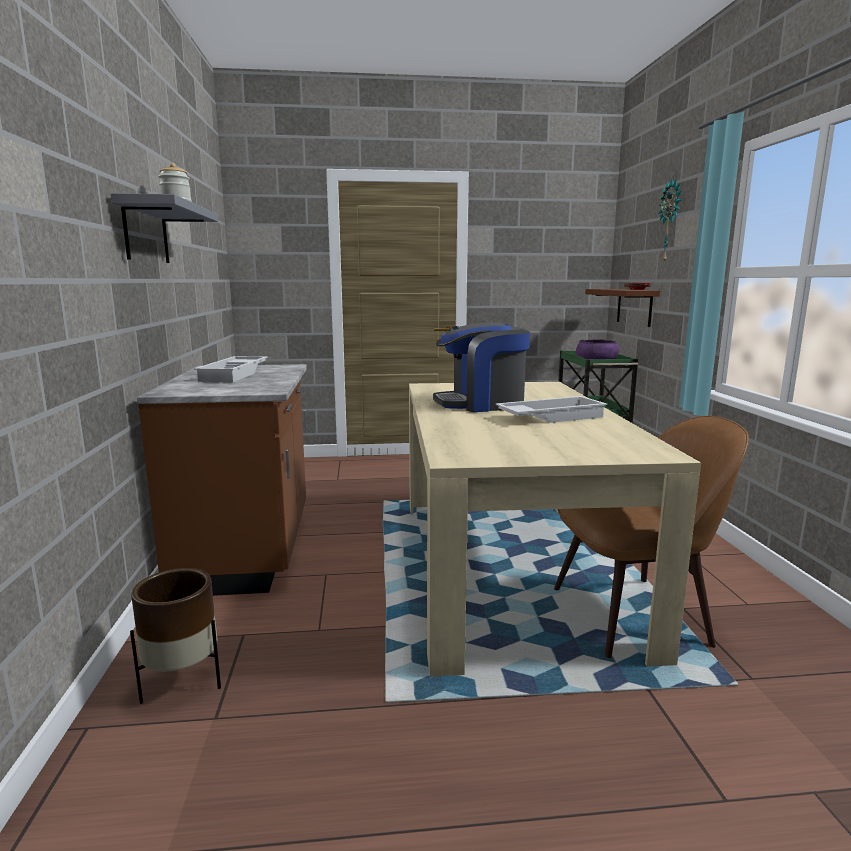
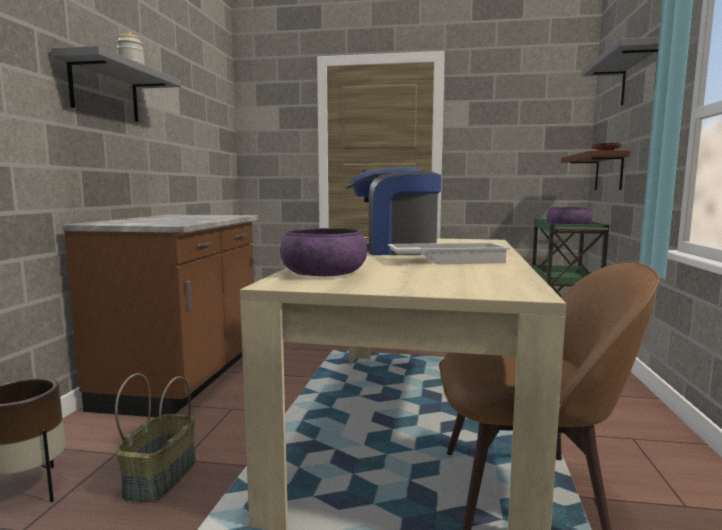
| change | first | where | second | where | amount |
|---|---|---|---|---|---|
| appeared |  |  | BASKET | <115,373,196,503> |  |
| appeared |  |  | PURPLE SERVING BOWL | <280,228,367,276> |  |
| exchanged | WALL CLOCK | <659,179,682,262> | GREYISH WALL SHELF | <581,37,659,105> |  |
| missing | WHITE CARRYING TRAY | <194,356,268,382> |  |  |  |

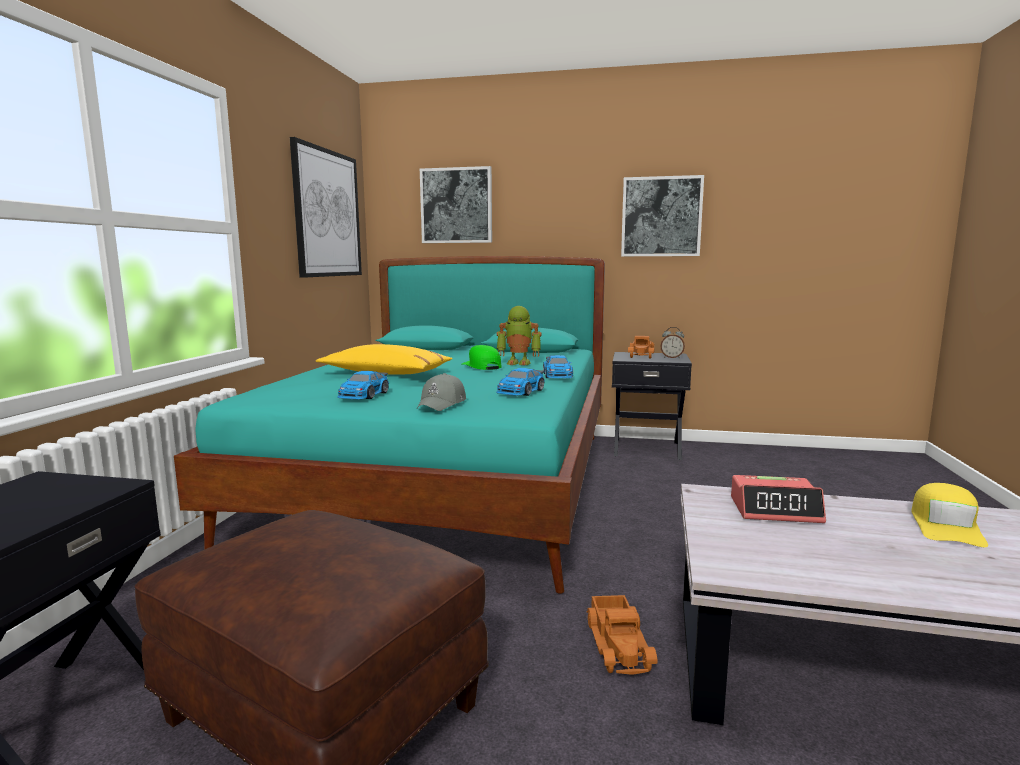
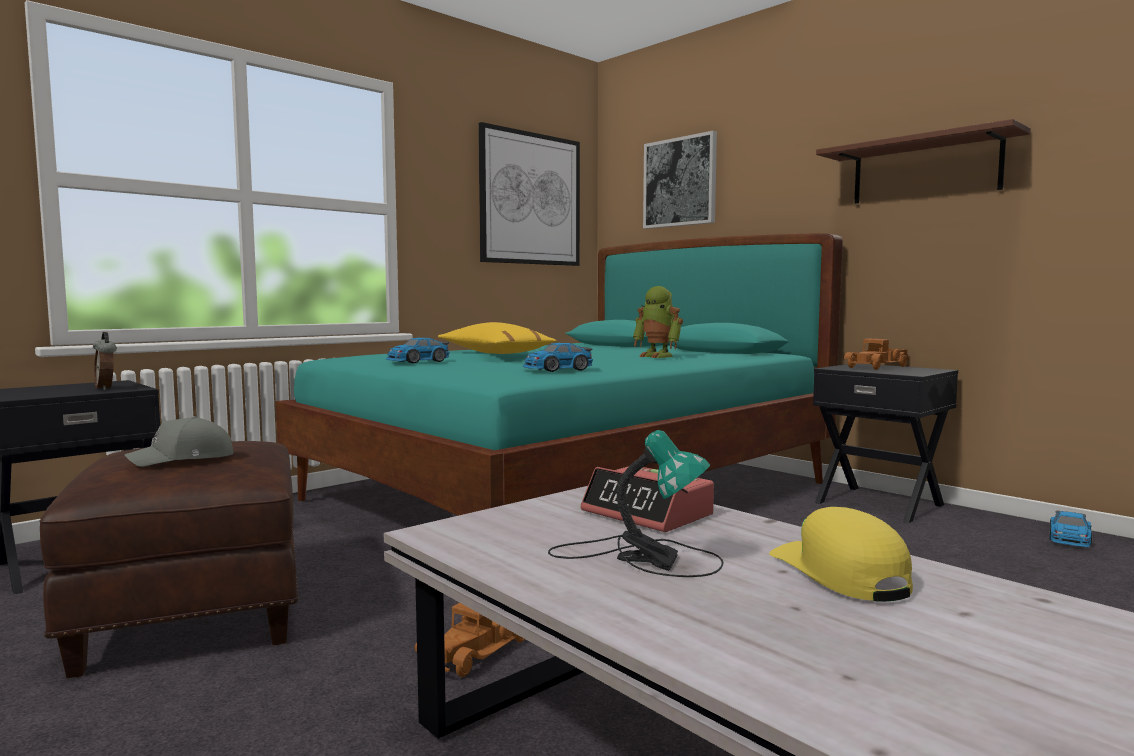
| change | first | where | second | where | amount |
|---|---|---|---|---|---|
| relocated | TABLE CLOCK | <661,327,685,358> |  | <93,332,117,390> |  |
| relocated | GREYISH BASEBALL CAP | <417,373,466,411> |  | <124,416,233,467> |  |
| appeared |  |  | TABLETOP LAMP | <548,430,723,577> |  |
| spun | YELLOW-COLOURED BASEBALL CAP | <912,483,988,547> |  | <769,507,913,601> | 105 degrees clockwise |
| exchanged | WALL PICTURE | <621,175,704,256> | BROWN WALL SHELF | <816,119,1031,204> |  |
| relocated | MODEL CAR | <543,355,573,378> |  | <1049,511,1092,547> |  |
| missing | GREEN-COLOURED BASEBALL CAP | <462,345,501,370> |  |  |  |

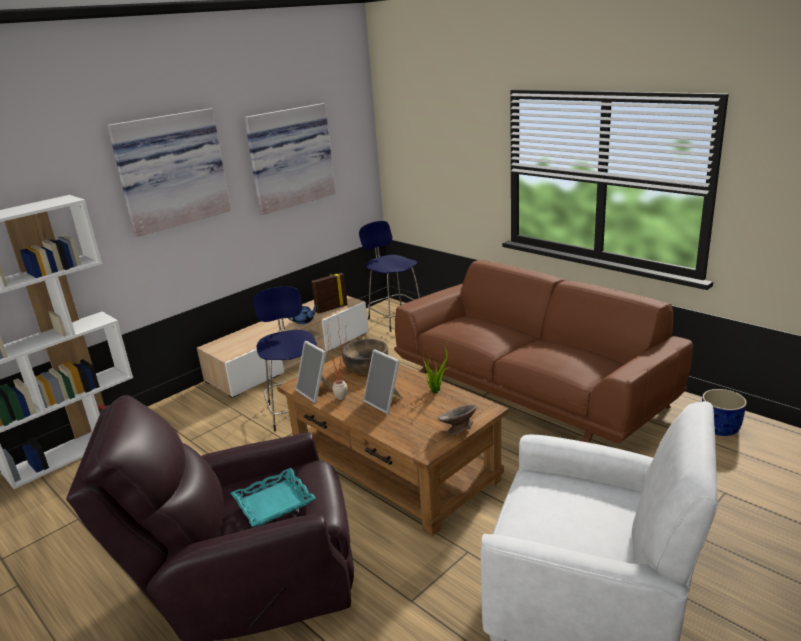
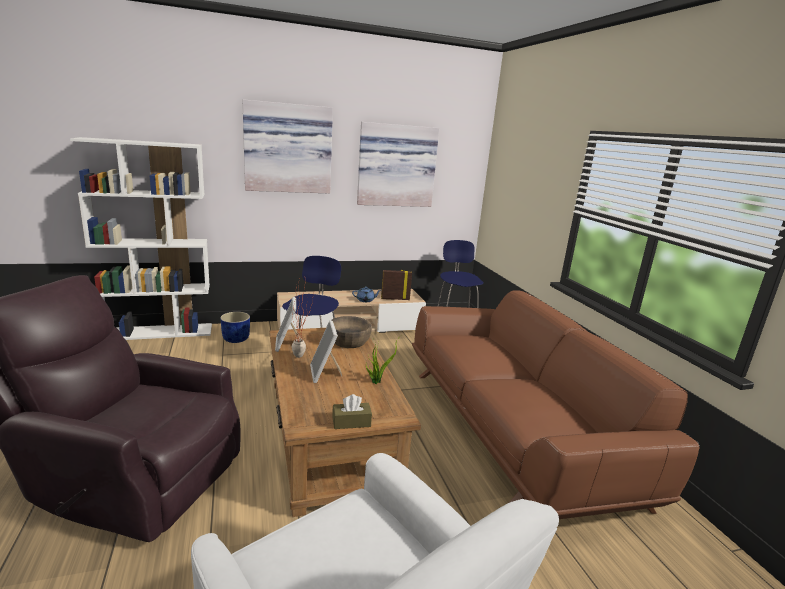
| change | first | where | second | where | amount |
|---|---|---|---|---|---|
| relocated | BLUE PLANTER | <702,389,747,436> |  | <220,312,250,343> |  |
| exchanged | GREYISH SERVING BOWL | <438,405,477,435> | BROWN TISSUE BOX | <332,394,372,429> |  |
| missing | BLUE-GREEN CARRYING TRAY | <231,468,316,527> |  |  |  |

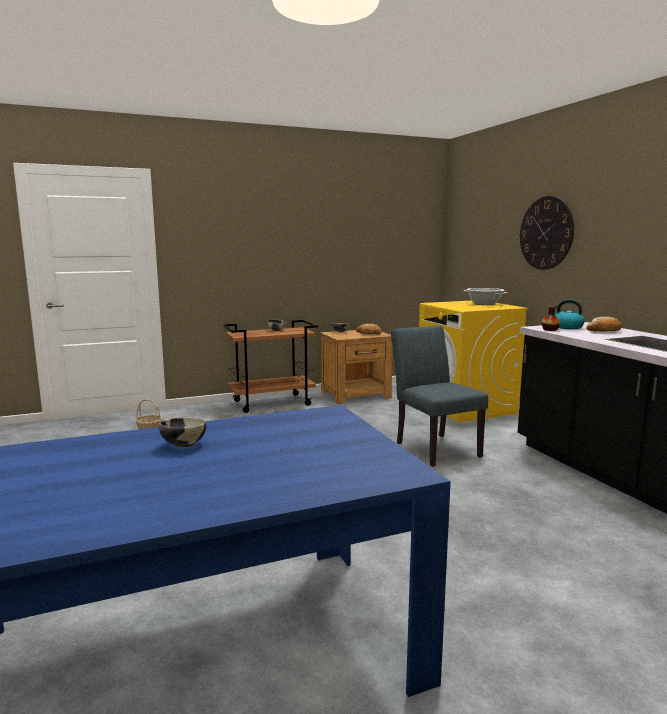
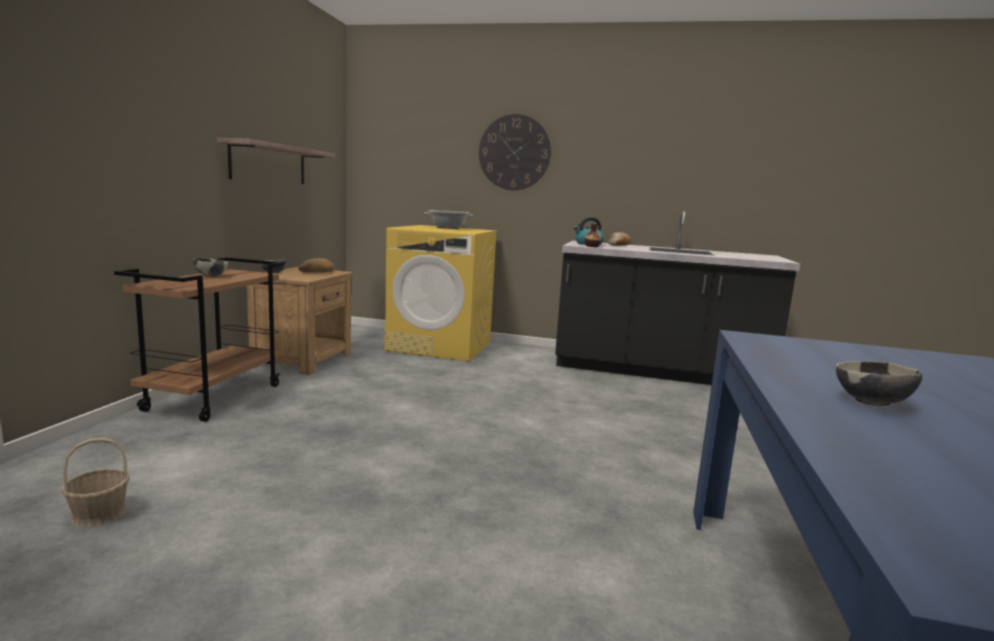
| change | first | where | second | where | amount |
|---|---|---|---|---|---|
| appeared |  |  | WALL SHELF | <217,138,335,184> |  |
| missing | GREYISH CHAIR | <391,325,488,467> |  |  |  |

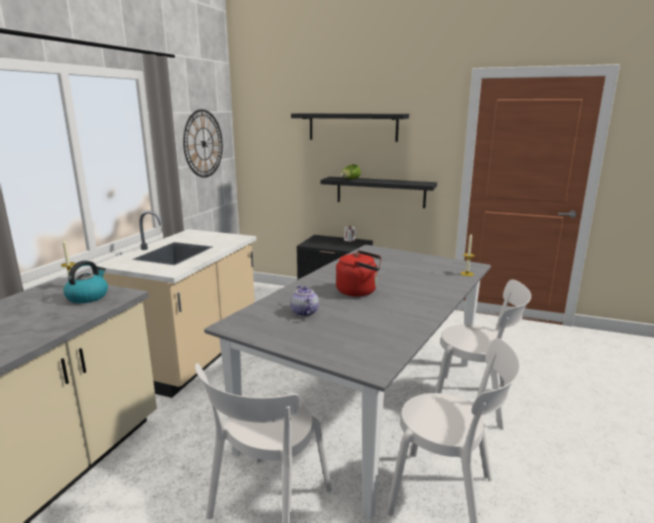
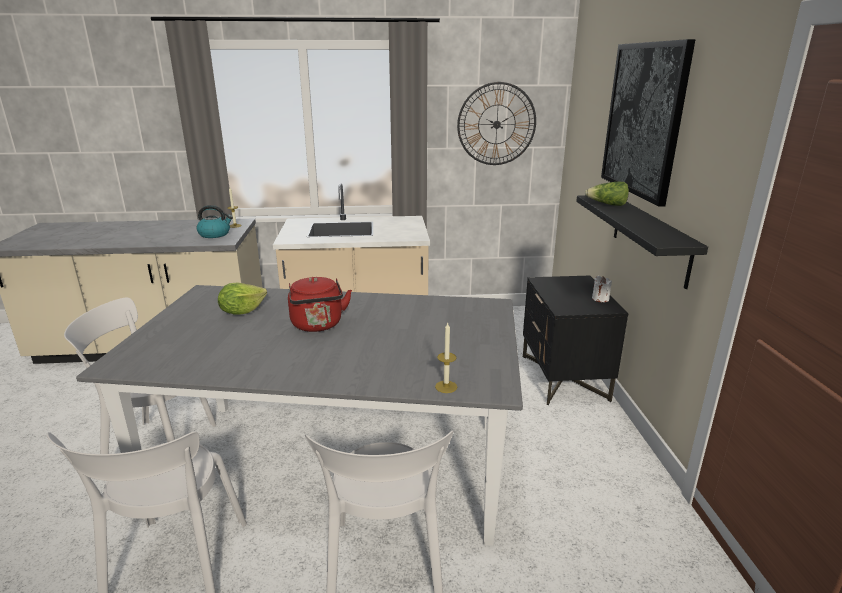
| change | first | where | second | where | amount |
|---|---|---|---|---|---|
| exchanged | TEA POT | <291,285,319,317> | HEAD OF LETTUCE | <218,283,267,314> |  |
| exchanged | BLACK-COLOURED WALL SHELF | <291,113,409,142> | WALL PICTURE | <601,39,695,207> |  |

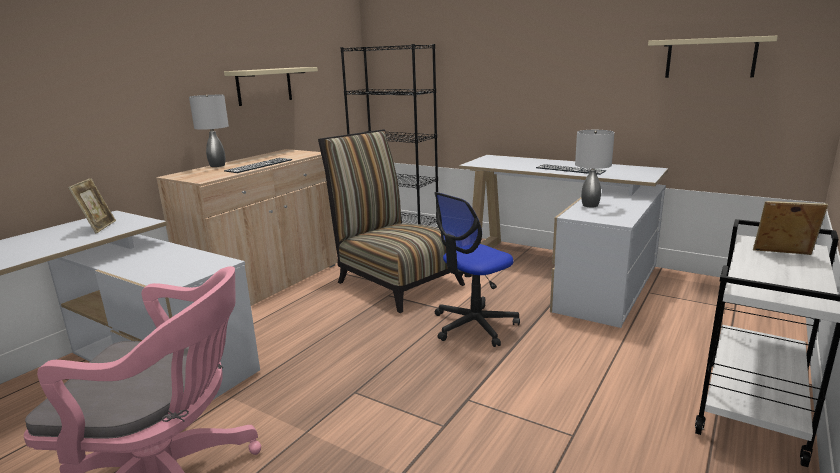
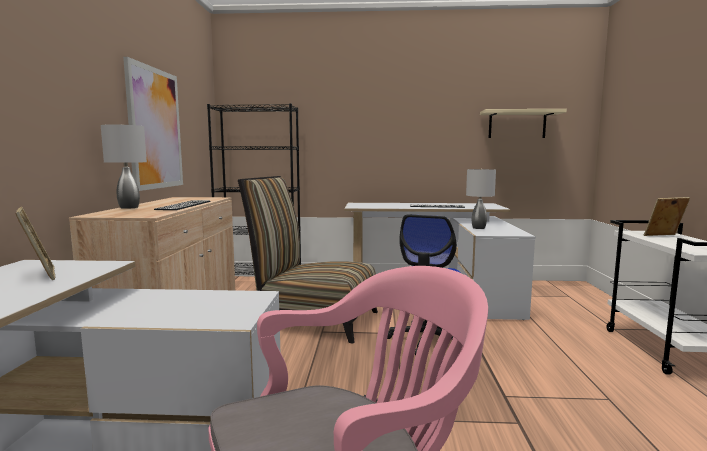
| change | first | where | second | where | amount |
|---|---|---|---|---|---|
| exchanged | SAND-COLOURED WALL SHELF | <224,67,318,106> | WALL PICTURE | <123,57,183,191> |  |

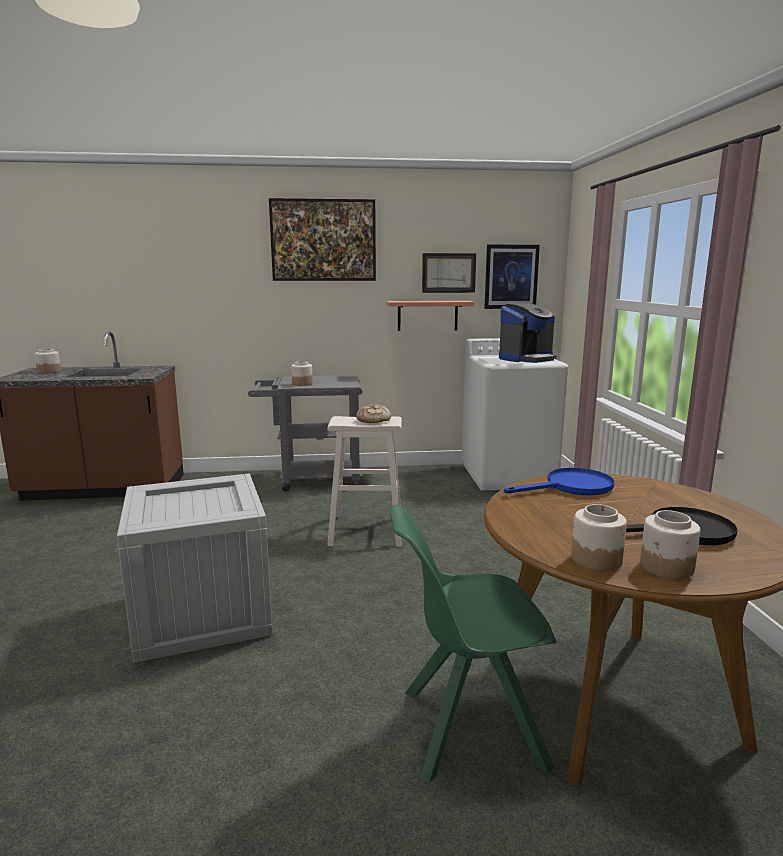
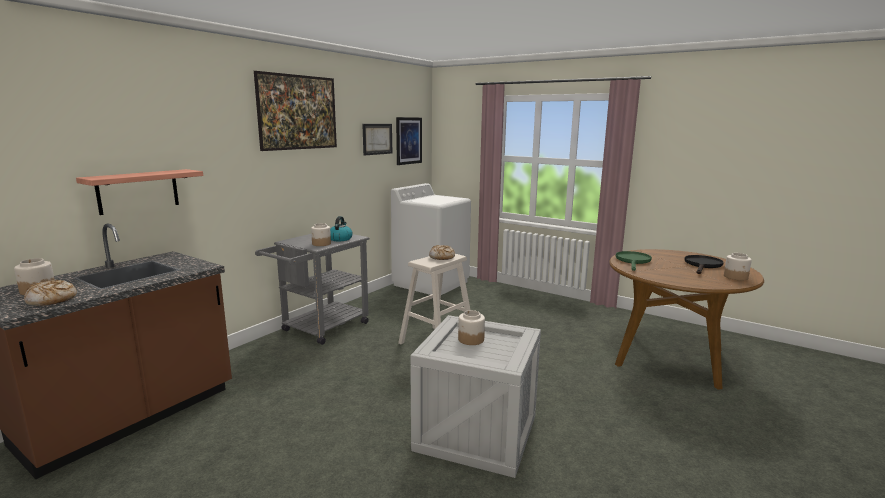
| change | first | where | second | where | amount |
|---|---|---|---|---|---|
| appeared |  |  | BAKED BREAD | <24,280,77,306> |  |
| relocated | WALL SHELF | <387,301,475,331> |  | <76,169,203,215> |  |
| appeared |  |  | TEA KETTLE | <330,216,353,241> |  |
| relocated | PRESERVE JAR | <571,504,627,571> |  | <458,310,485,345> |  |
| colour | BLUE FRYING PAN | <504,468,614,495> | GREEN-COLOURED FRYING PAN | <616,251,652,271> |  |
| missing | GREEN-COLOURED CHAIR | <390,504,556,783> |  |  |  |
| missing | COFFEE MACHINE | <499,303,557,363> |  |  |  |

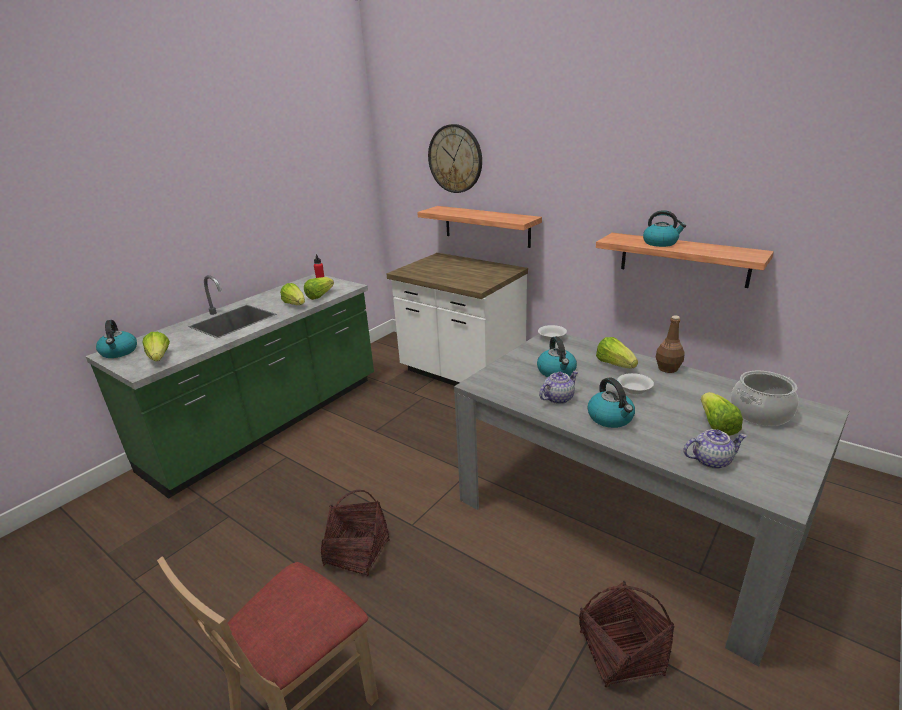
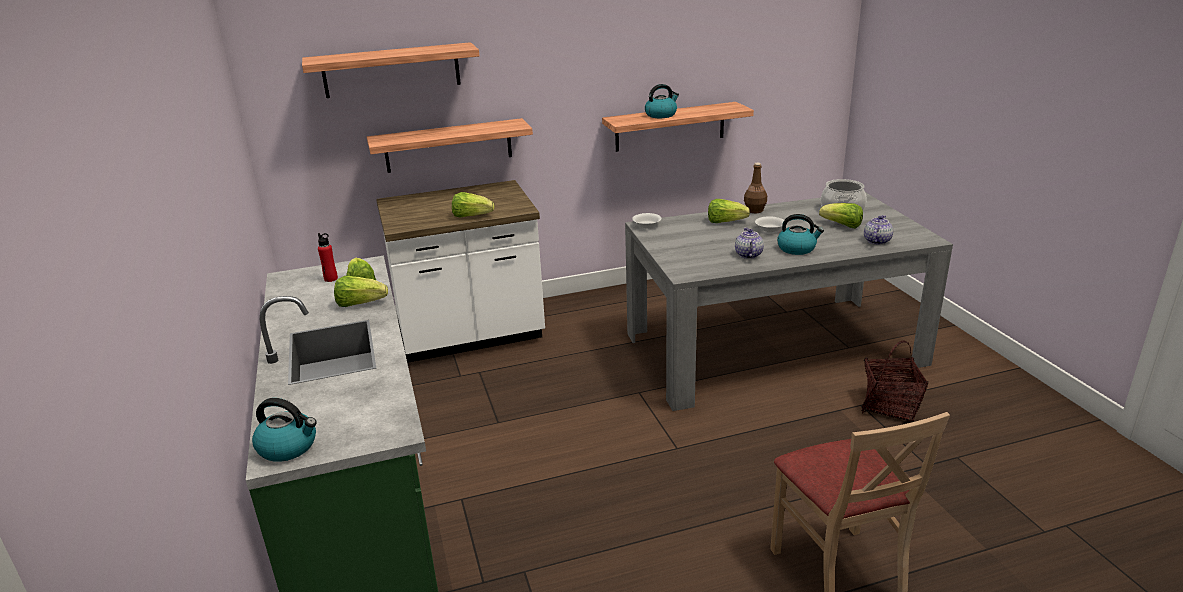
| change | first | where | second | where | amount |
|---|---|---|---|---|---|
| exchanged | WALL CLOCK | <428,124,482,193> | WALL SHELF | <302,42,479,98> |  |
| relocated | HEAD OF LETTUCE | <143,332,170,361> |  | <452,192,494,217> |  |
| missing | BASKET | <321,490,390,576> |  |  |  |
| missing | TEA KETTLE | <537,336,577,377> |  |  |  |

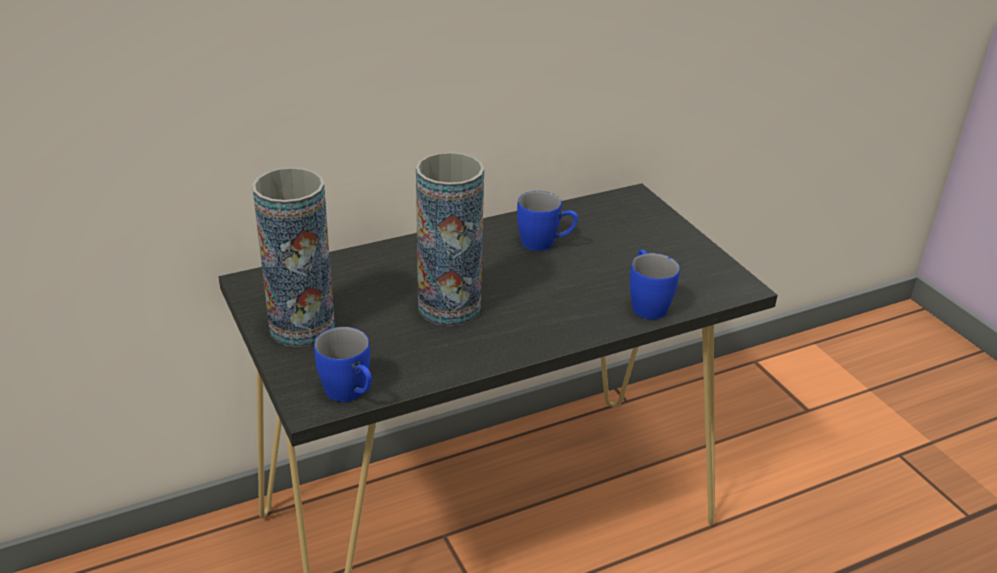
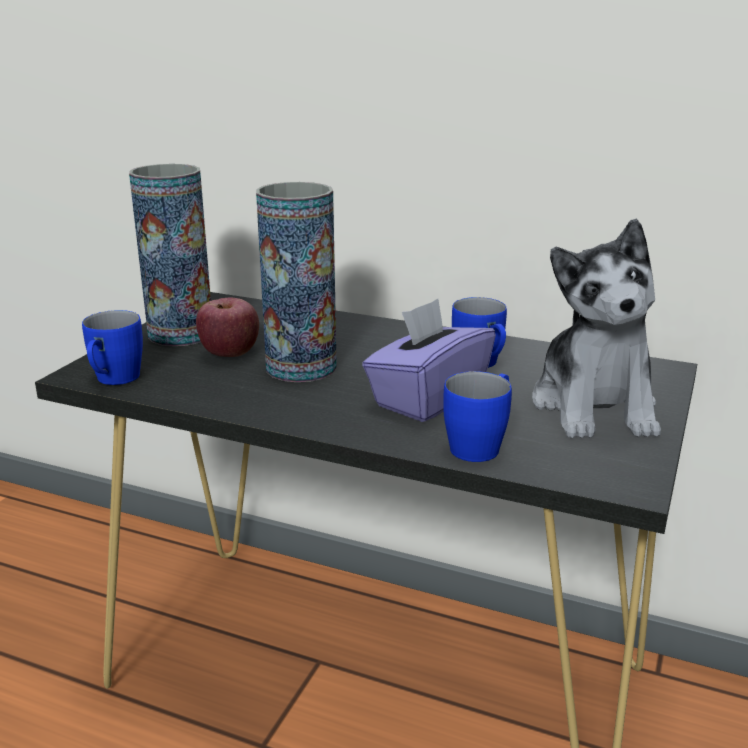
| change | first | where | second | where | amount |
|---|---|---|---|---|---|
| appeared |  |  | APPLE FRUIT | <196,297,259,357> |  |
| appeared |  |  | PURPLE TISSUE BOX | <362,299,496,422> |  |
| appeared |  |  | PLUSH TOY | <532,218,661,438> |  |

